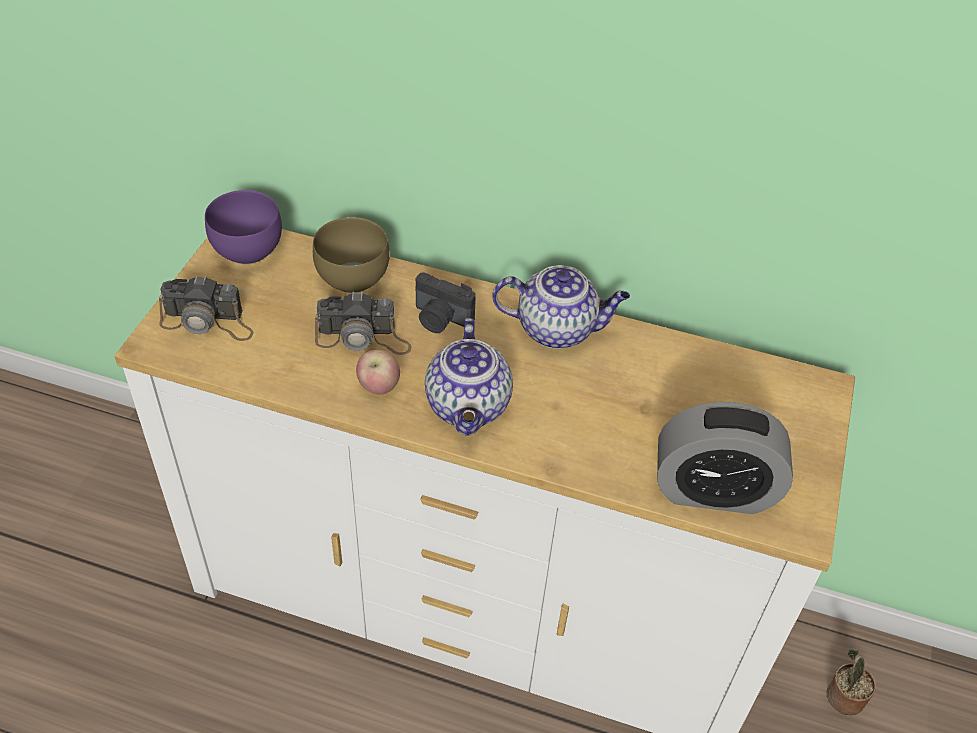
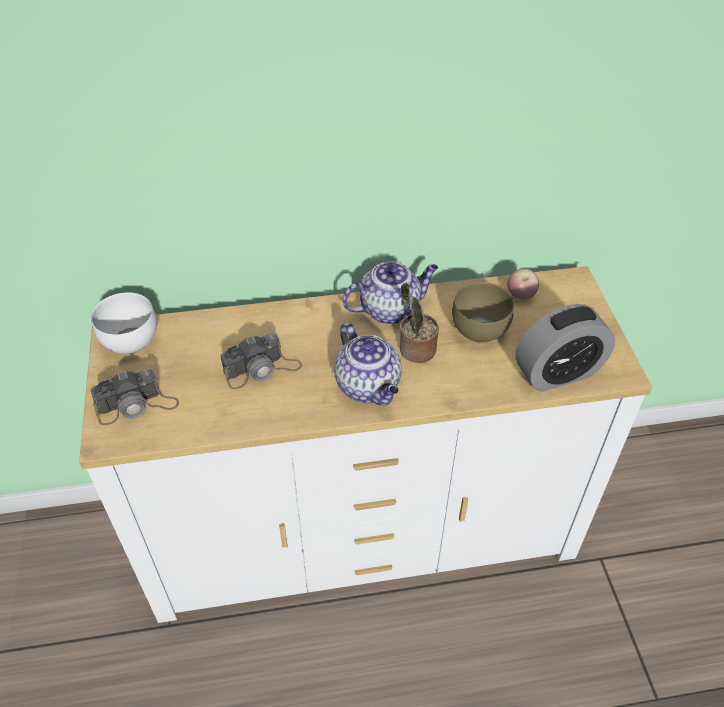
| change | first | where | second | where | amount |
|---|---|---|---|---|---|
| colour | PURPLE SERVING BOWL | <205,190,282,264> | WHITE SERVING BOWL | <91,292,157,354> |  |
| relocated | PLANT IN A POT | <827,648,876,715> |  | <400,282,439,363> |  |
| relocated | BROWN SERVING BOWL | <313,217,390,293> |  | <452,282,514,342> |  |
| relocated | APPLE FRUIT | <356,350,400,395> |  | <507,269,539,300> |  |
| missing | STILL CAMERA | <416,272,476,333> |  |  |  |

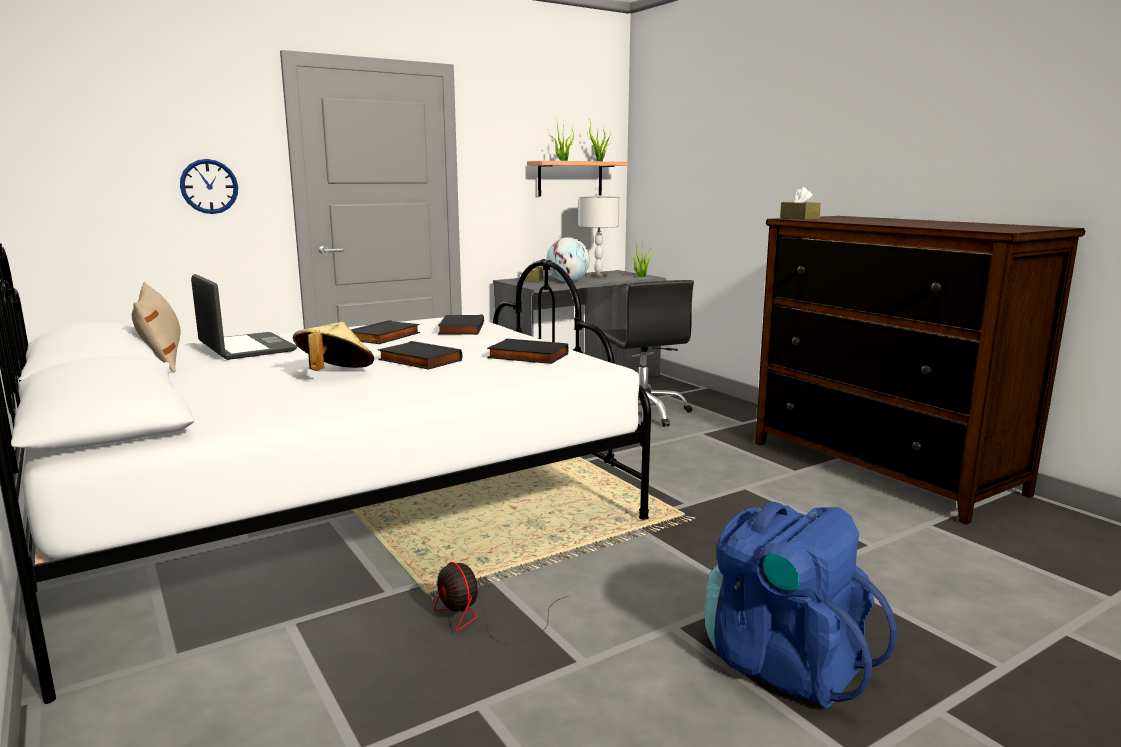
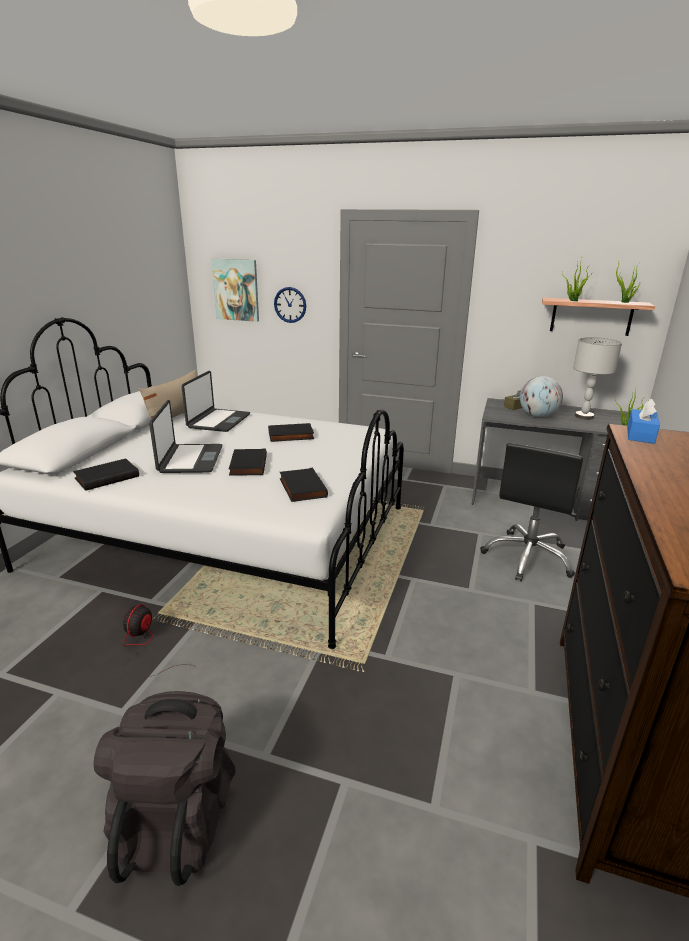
| change | first | where | second | where | amount |
|---|---|---|---|---|---|
| relocated | BLACK-COLOURED BOUND BOOK | <438,314,484,335> |  | <73,458,139,491> |  |
| colour | BLUE RUCKSACK | <705,502,897,708> | BLACK-COLOURED RUCKSACK | <94,691,235,886> |  |
| exchanged | SAND-COLOURED CLOTHING HAT | <293,322,374,371> | PORTABLE COMPUTER | <149,400,223,473> |  |
| appeared |  |  | WALL PICTURE | <212,259,259,322> |  |
| colour | BROWN TISSUE BOX | <780,187,821,220> | BLUE TISSUE BOX | <627,399,660,444> |  |

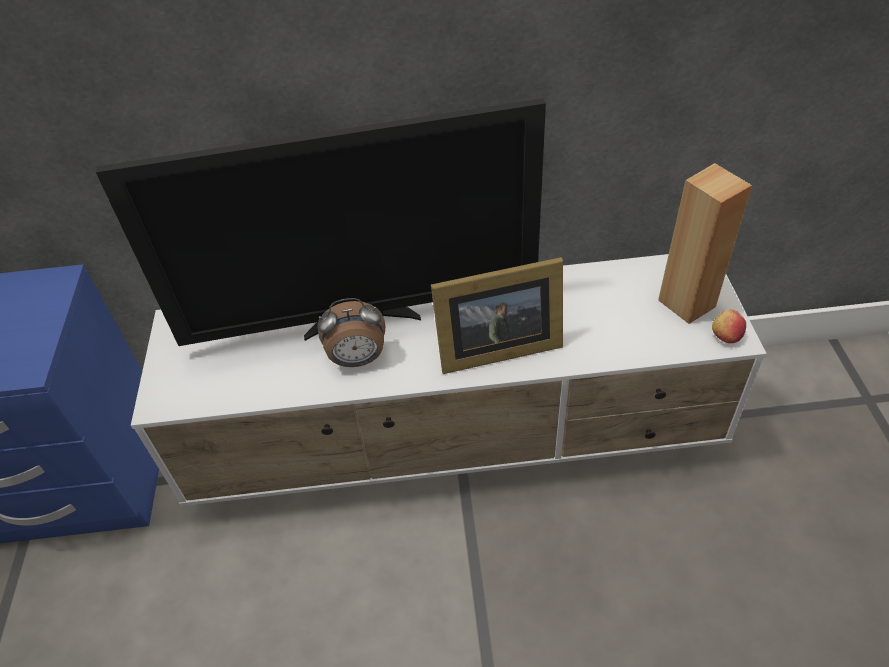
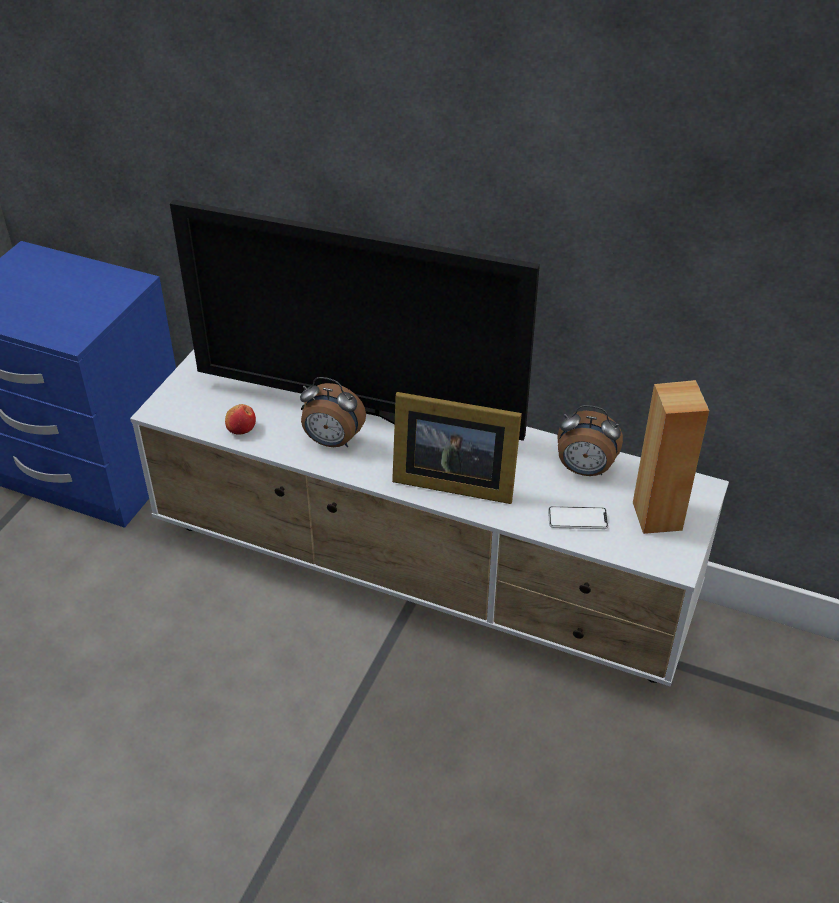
| change | first | where | second | where | amount |
|---|---|---|---|---|---|
| relocated | APPLE FRUIT | <712,309,746,343> |  | <225,404,256,435> |  |
| appeared |  |  | PHONE | <548,506,608,529> |  |
| appeared |  |  | TABLE CLOCK | <557,405,623,476> |  |

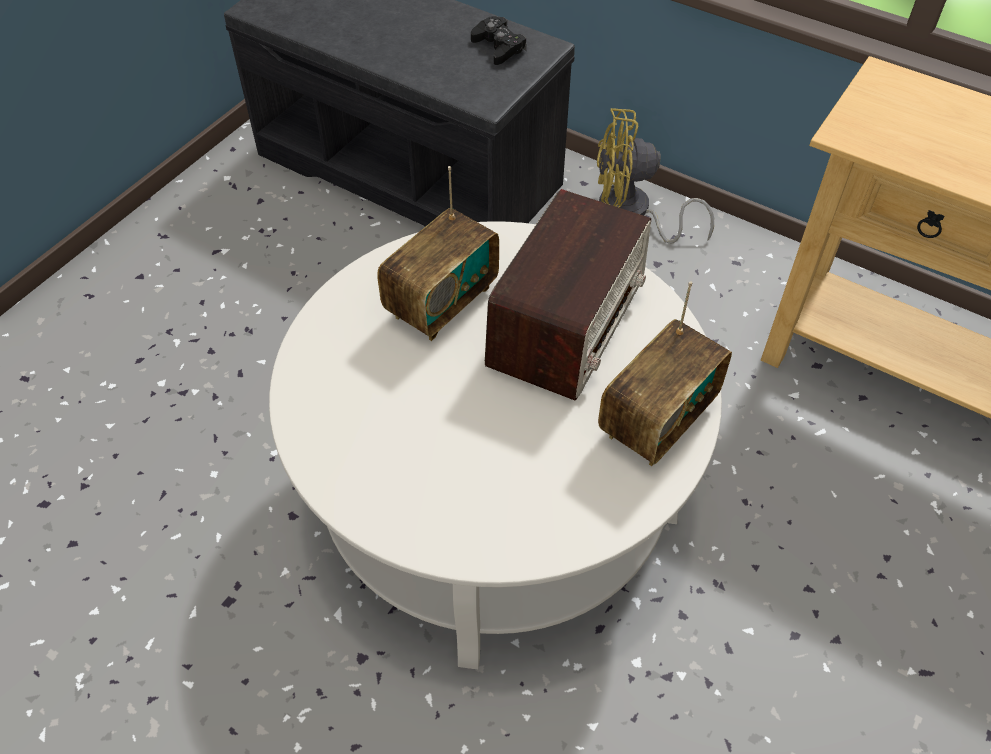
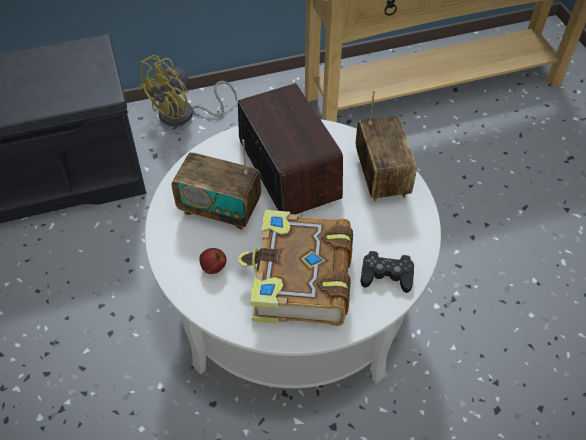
| change | first | where | second | where | amount |
|---|---|---|---|---|---|
| spun | RADIO | <377,166,499,341> |  | <171,139,261,230> | 120 degrees clockwise |
| appeared |  |  | APPLE FRUIT | <199,248,226,274> |  |
| appeared |  |  | BOUND BOOK | <238,210,353,326> |  |
| relocated | BLACK-COLOURED GAMEPAD | <471,16,527,65> |  | <361,251,414,293> |  |

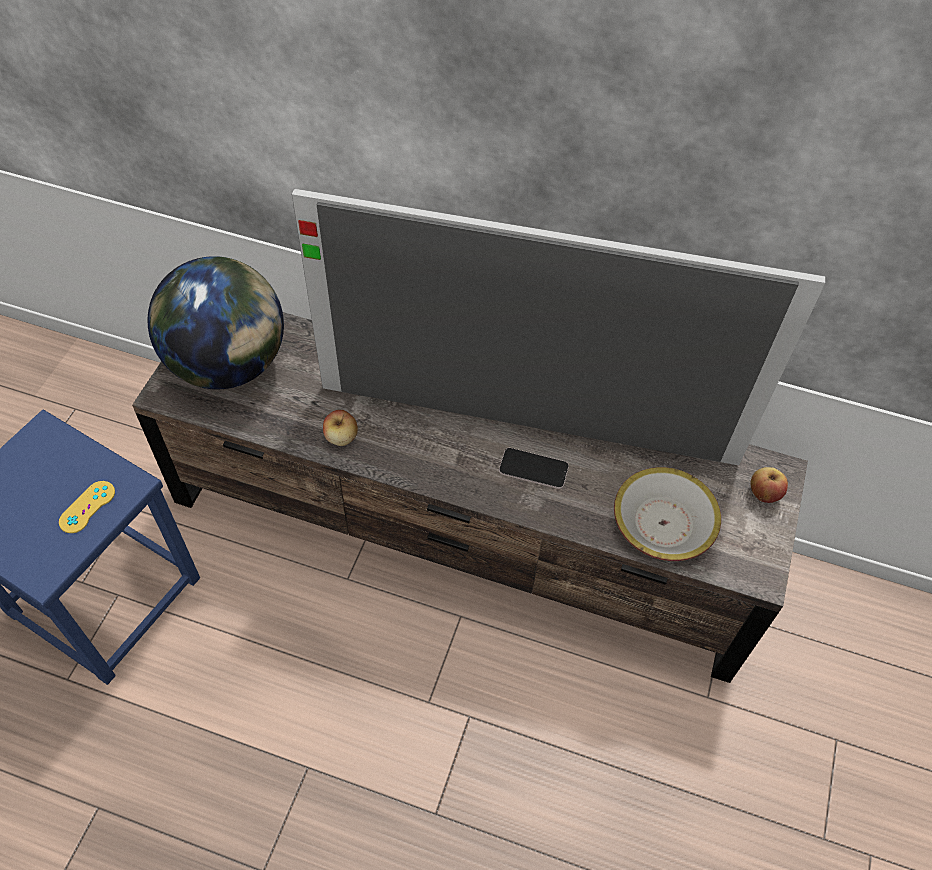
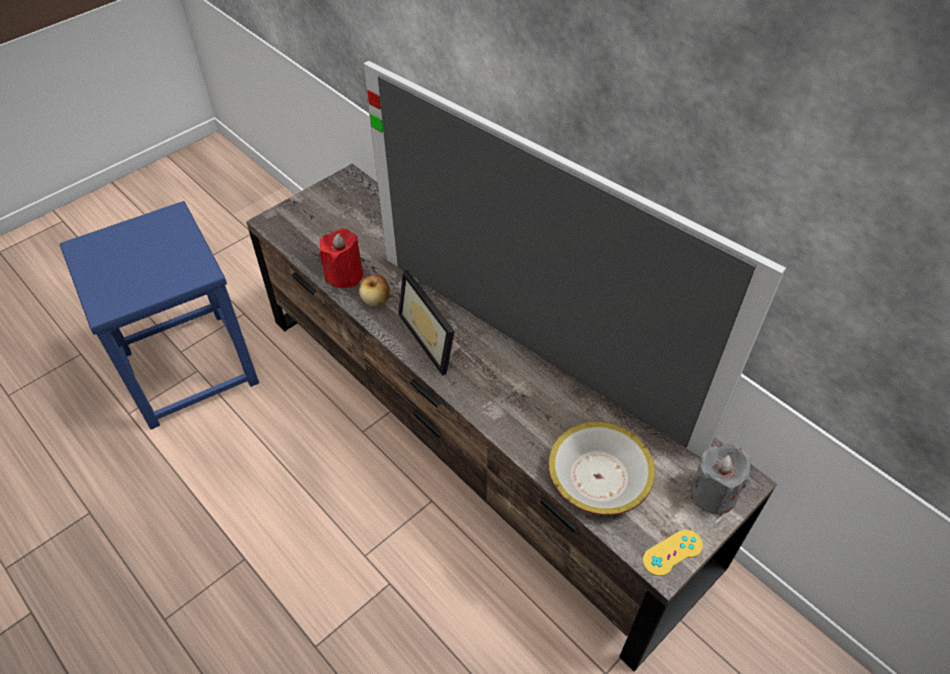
| change | first | where | second | where | amount |
|---|---|---|---|---|---|
| appeared |  |  | RED-COLOURED CANDLE | <320,228,363,288> |  |
| appeared |  |  | STANDING FRAME | <398,269,454,375> |  |
| relocated | YELLOW-COLOURED GAMEPAD | <59,481,115,533> |  | <642,529,703,576> |  |
| exchanged | APPLE FRUIT | <751,467,788,503> | GREYISH CANDLE | <690,443,750,516> |  |
| missing | GLOBE | <148,256,284,390> |  |  |  |
| missing | PHONE | <499,448,569,489> |  |  |  |

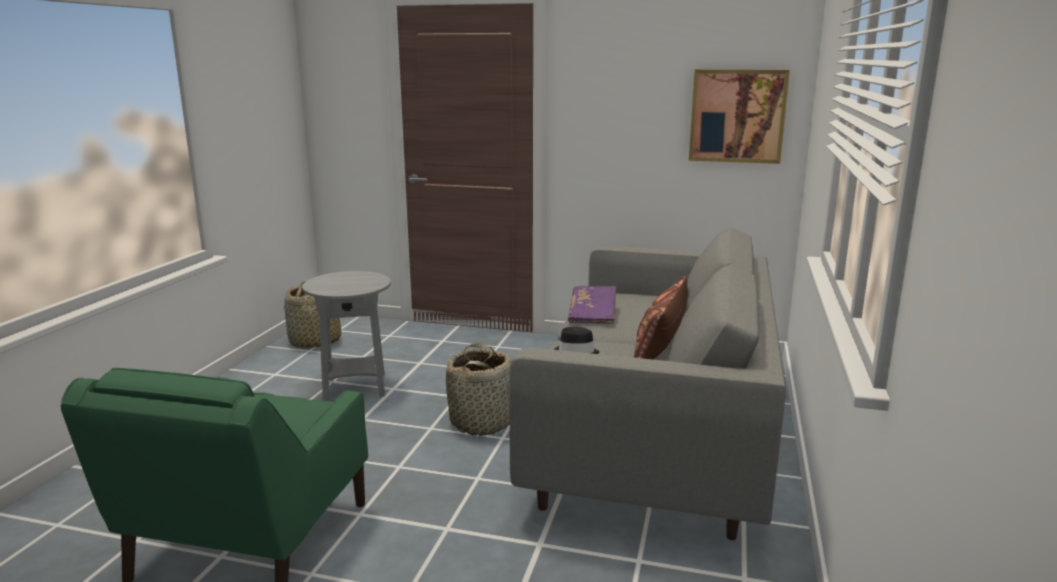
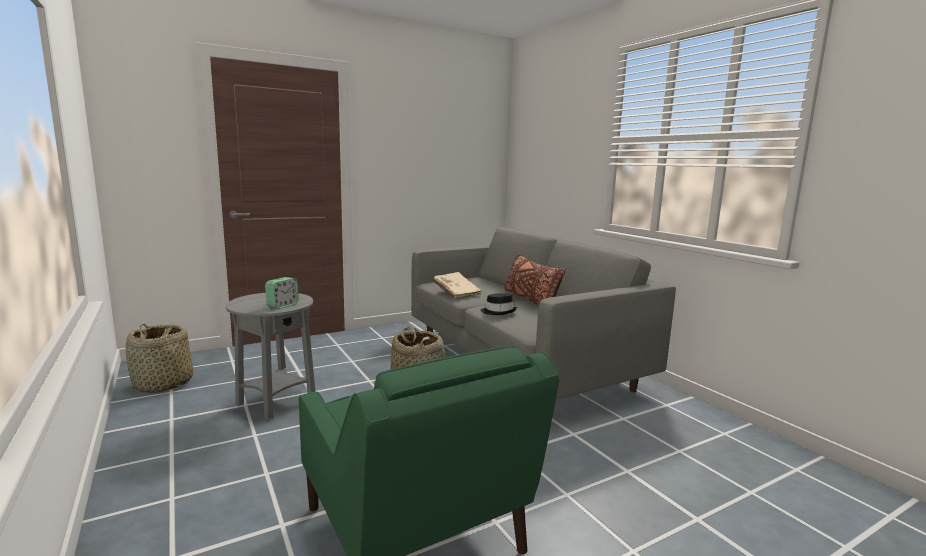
| change | first | where | second | where | amount |
|---|---|---|---|---|---|
| appeared |  |  | TABLE CLOCK | <265,277,299,309> |  |
| colour | PURPLE BOUND BOOK | <568,286,616,324> | SAND-COLOURED BOUND BOOK | <433,272,482,299> |  |
| missing | WALL PICTURE | <689,69,790,164> |  |  |  |

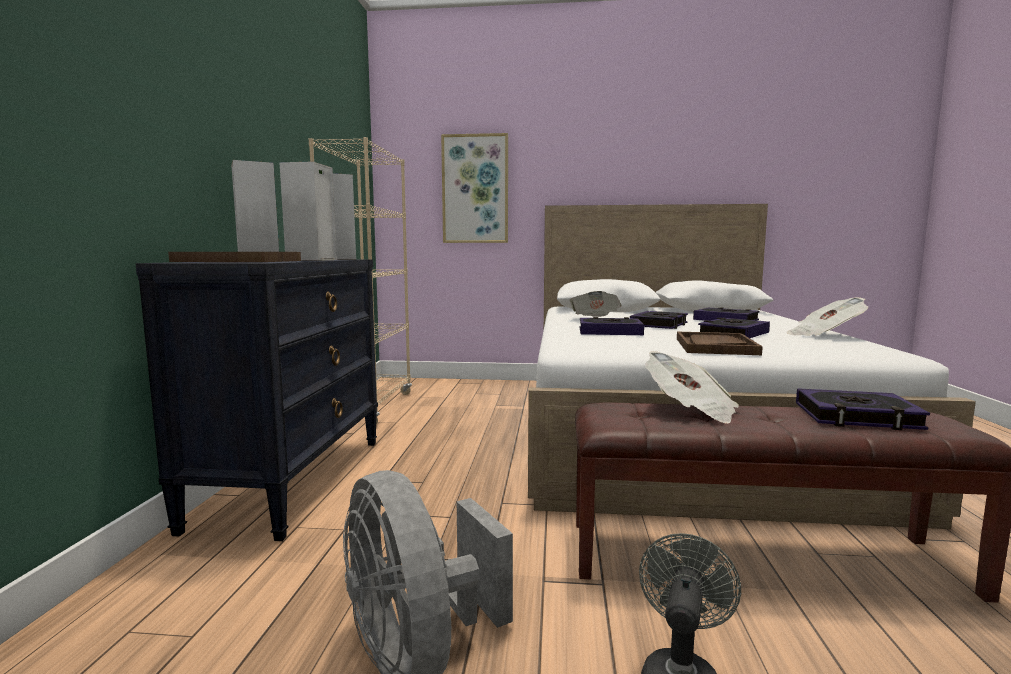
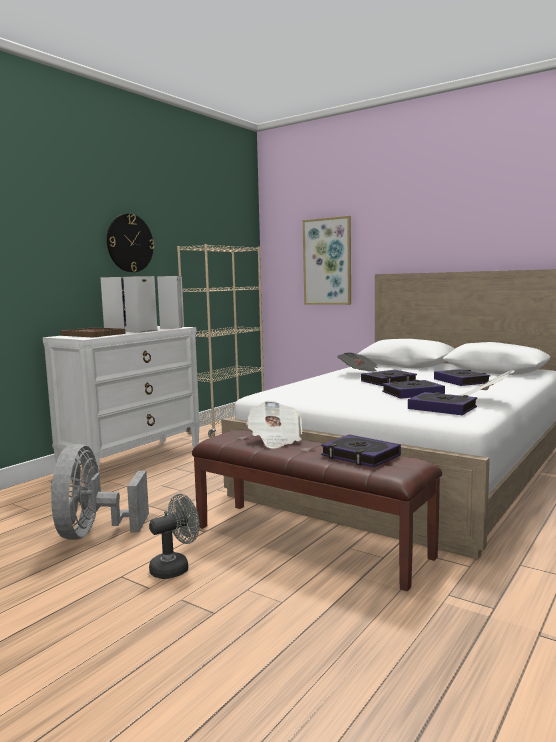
| change | first | where | second | where | amount |
|---|---|---|---|---|---|
| colour | BLACK-COLOURED DRESSER | <136,259,378,541> | WHITE DRESSER | <43,326,200,479> |  |
| appeared |  |  | WALL CLOCK | <107,214,154,272> |  |
| relocated | BOUND BOOK | <580,317,644,335> |  | <408,392,477,415> |  |
| missing | BROWN CARRYING TRAY | <677,332,763,355> |  |  |  |

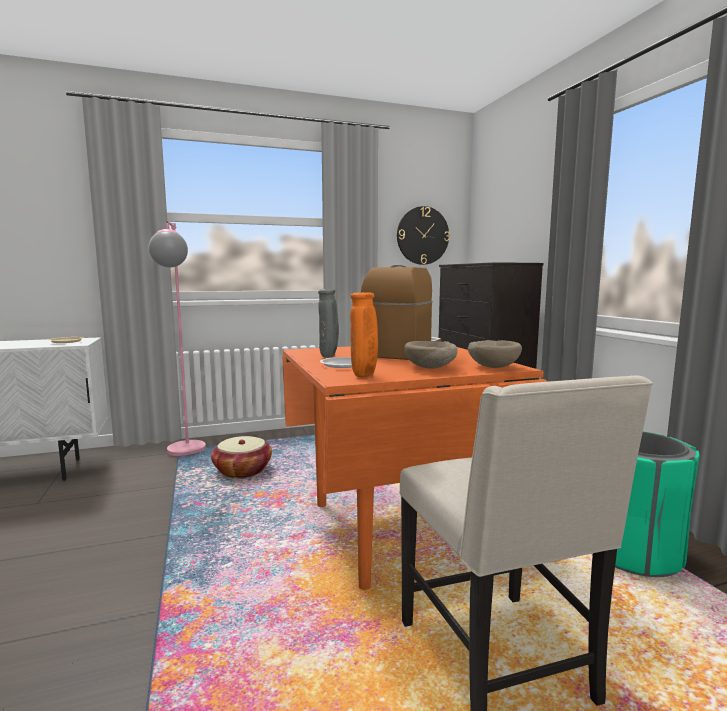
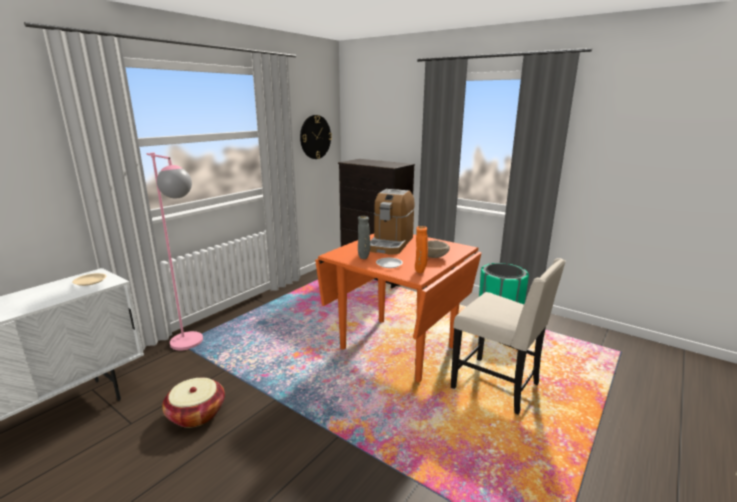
| change | first | where | second | where | amount |
|---|---|---|---|---|---|
| relocated | BASKET | <211,436,272,479> |  | <162,378,225,428> |  |
| spun | COFFEE MACHINE | <361,265,441,360> |  | <370,189,415,255> | 150 degrees counterclockwise |
| missing | SAND-COLOURED SERVING BOWL | <468,340,522,368> |  |  |  |

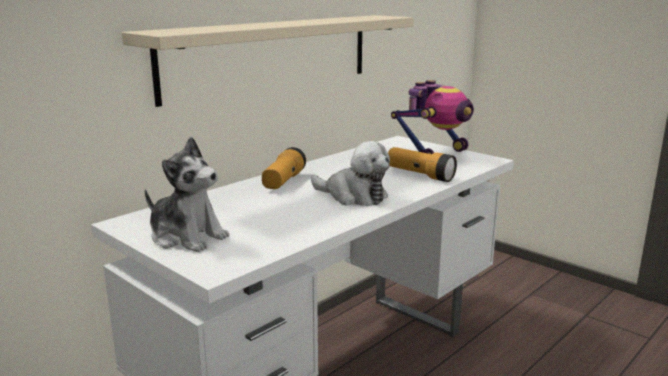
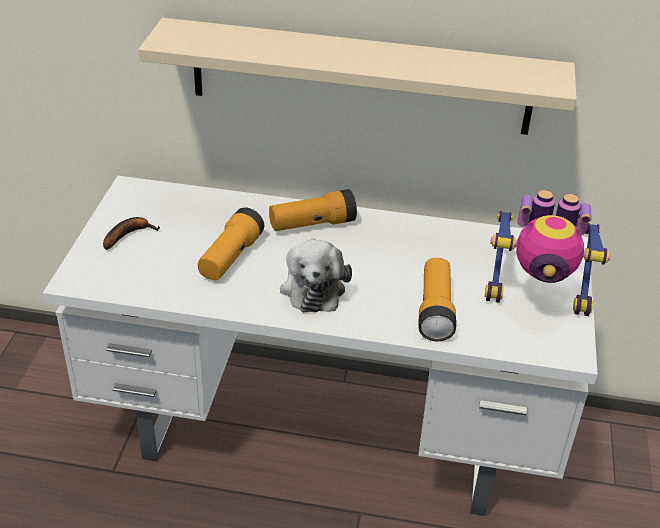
| change | first | where | second | where | amount |
|---|---|---|---|---|---|
| exchanged | PLUSH TOY | <145,137,229,252> | BANANA FRUIT | <103,217,160,250> |  |
| appeared |  |  | FLASHLIGHT | <198,207,264,280> |  |

